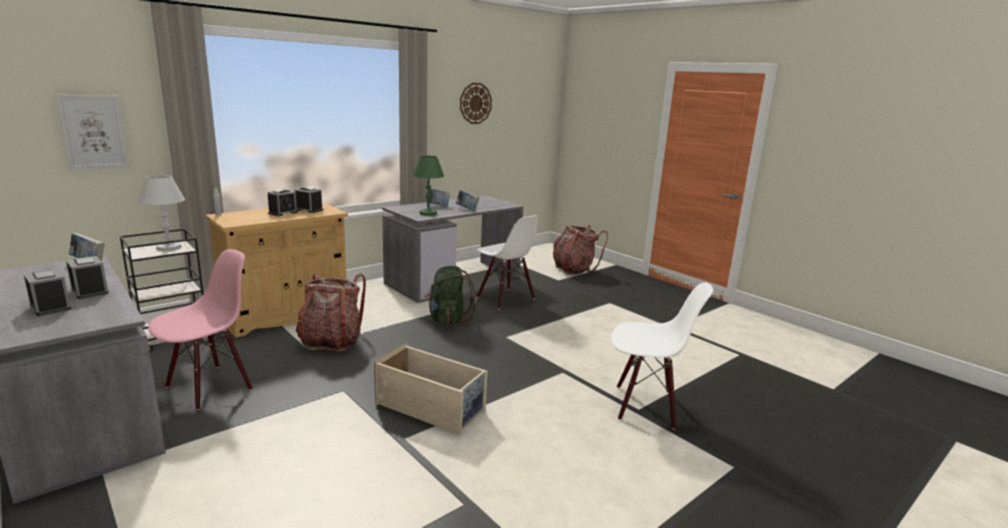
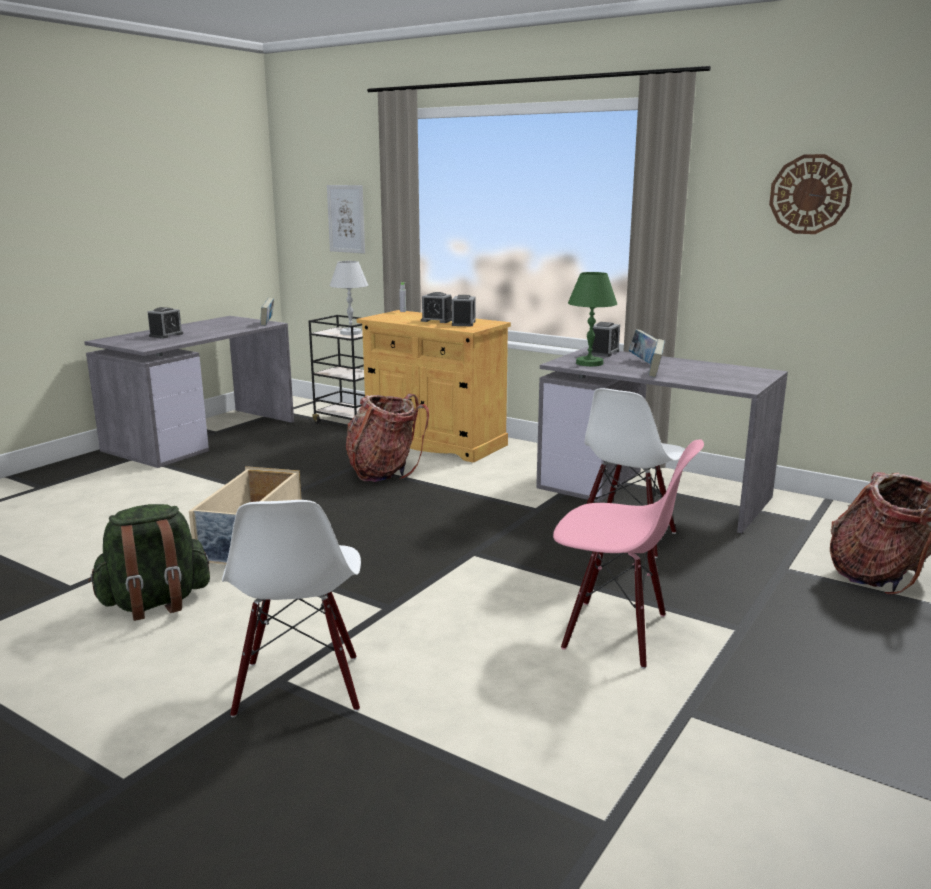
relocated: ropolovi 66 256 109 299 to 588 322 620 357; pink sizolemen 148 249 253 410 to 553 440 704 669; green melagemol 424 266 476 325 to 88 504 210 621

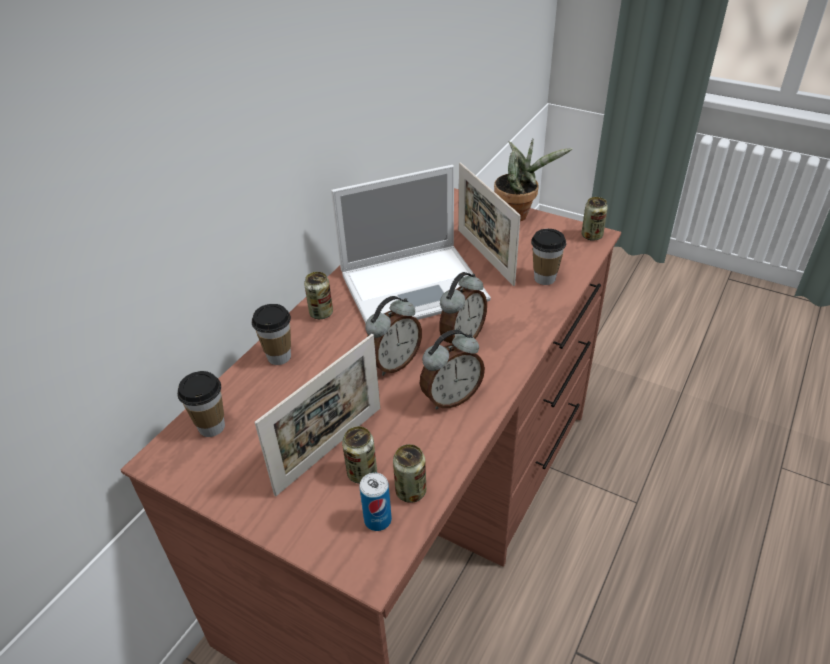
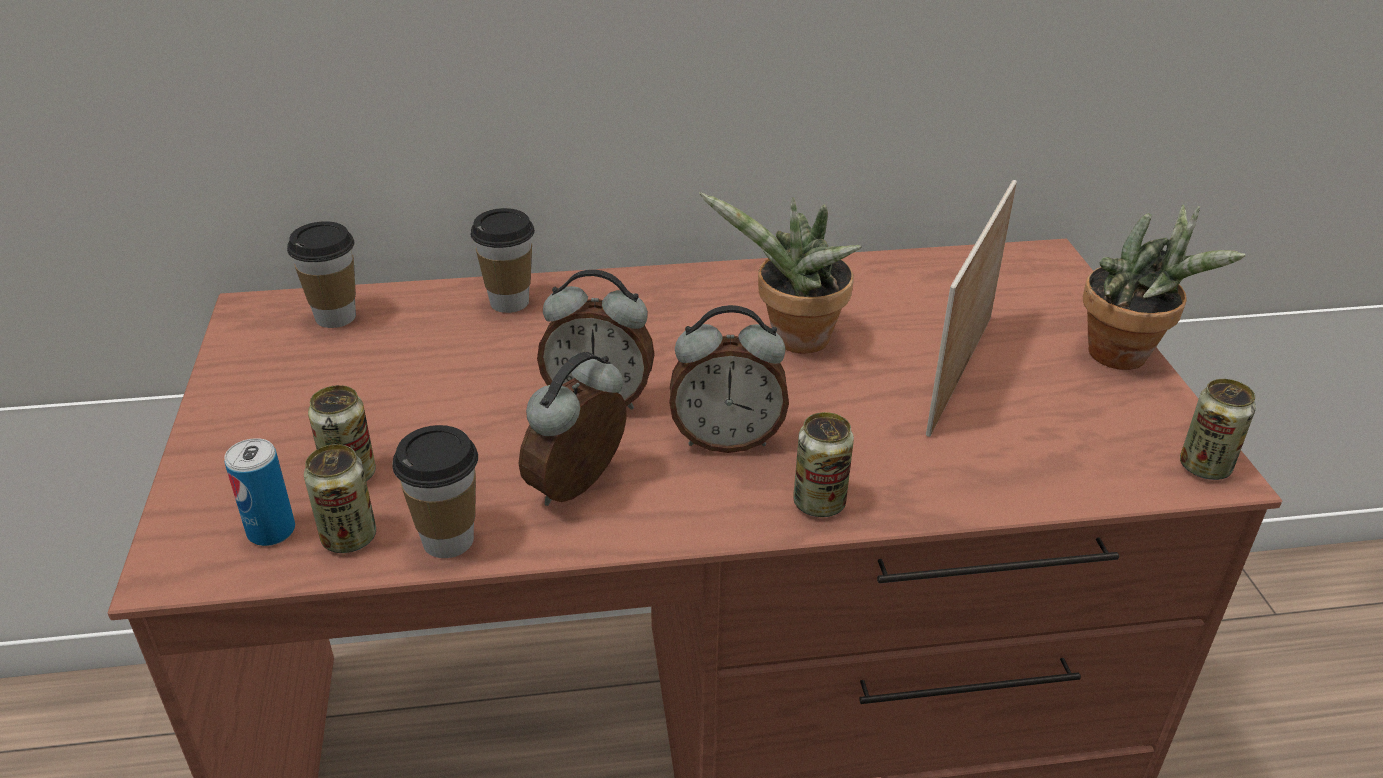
missing: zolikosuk 255 334 380 496
relocated: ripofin 304 272 333 319 to 793 412 854 517; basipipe 531 229 566 285 to 392 425 478 558
exchanged: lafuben 331 165 491 324 to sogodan 699 192 862 354
spun: ropolovi 420 330 485 410 = 518 352 627 506 105 degrees clockwise

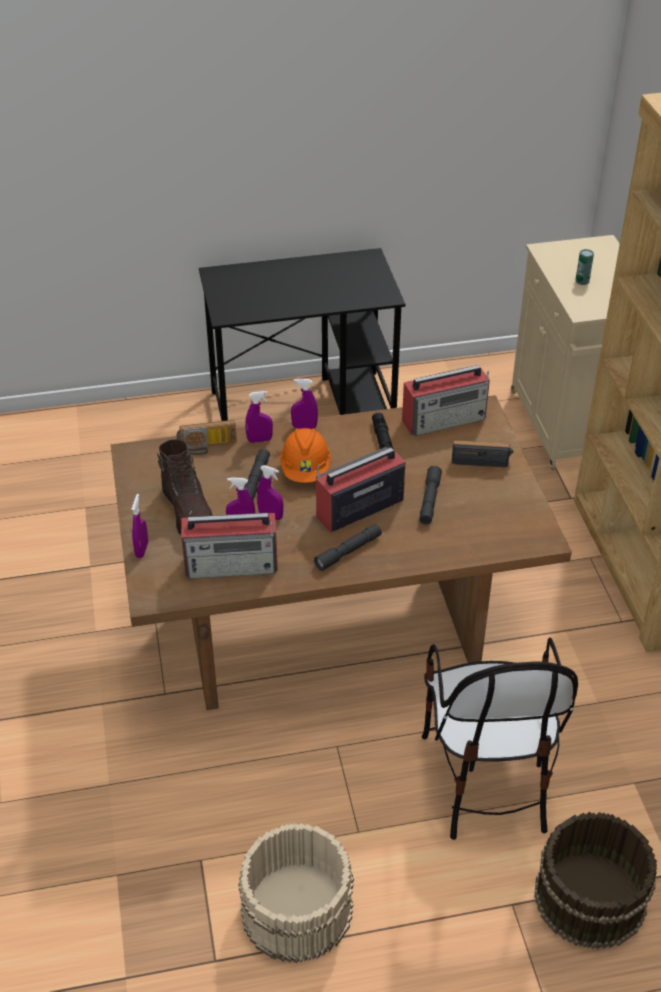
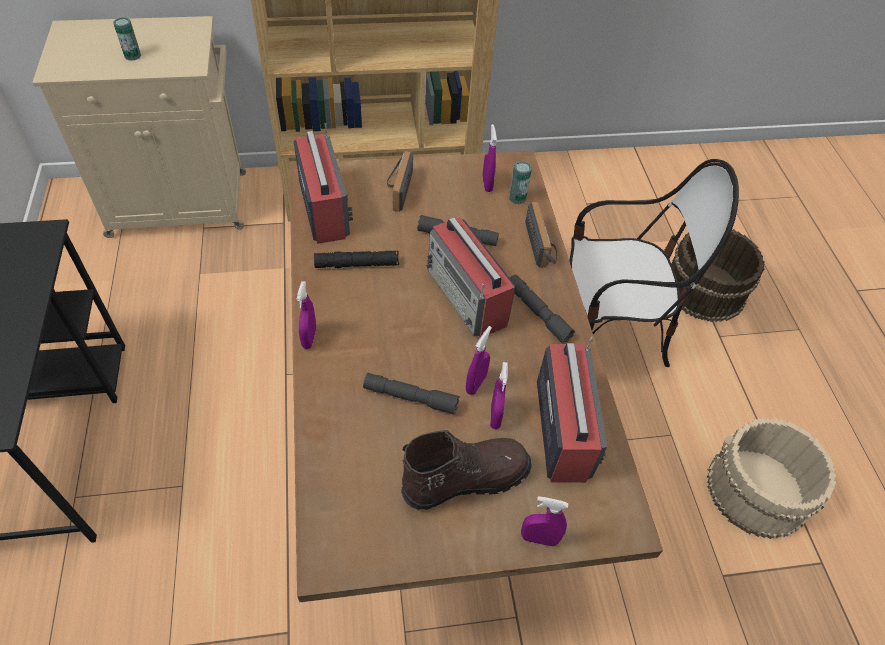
missing: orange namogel 280 428 331 483
appeared: ripofin 509 161 532 204
relocated: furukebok 176 420 237 455 to 525 202 557 267; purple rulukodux 245 391 273 443 to 483 124 497 192

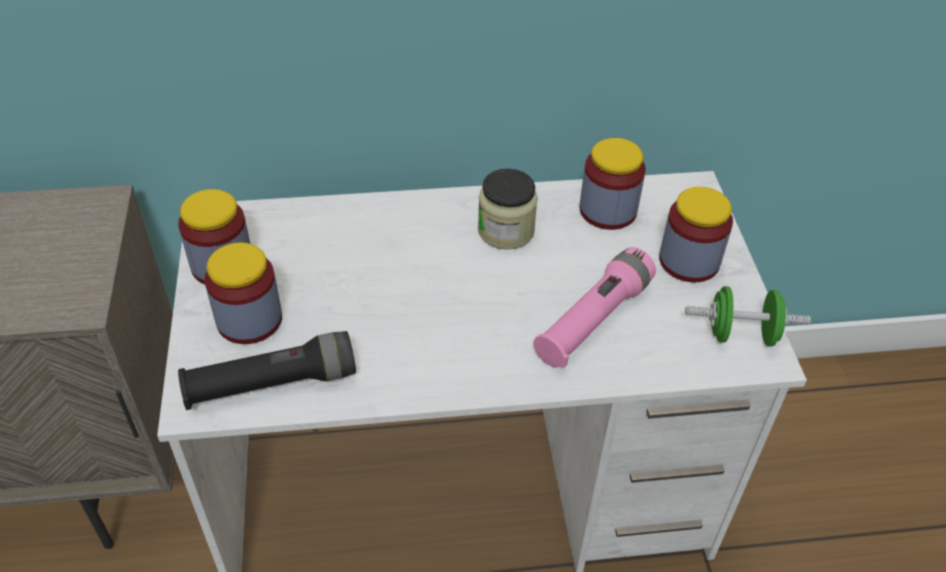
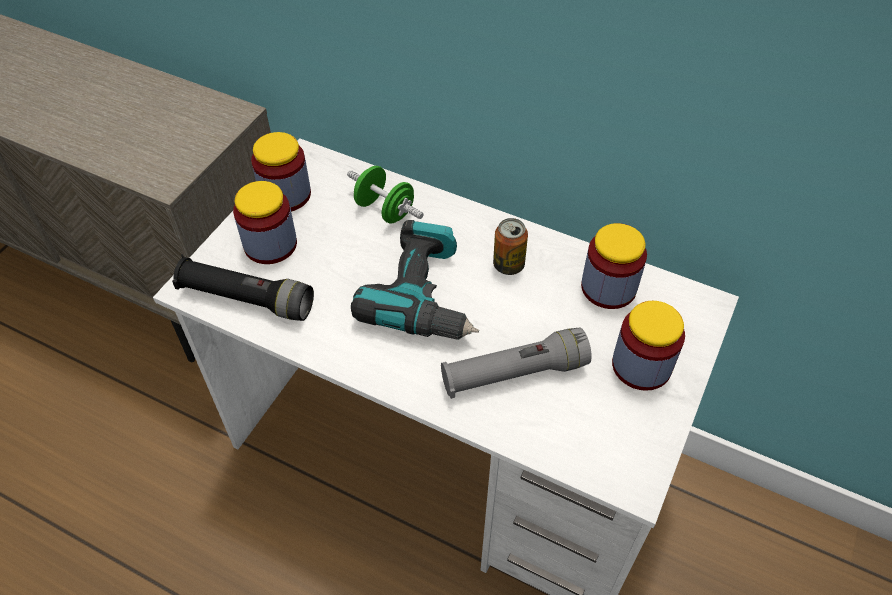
appeared: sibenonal 351 220 479 340
relocated: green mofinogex 685 286 811 347 to 347 166 423 224
exchanged: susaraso 478 169 538 250 to ripofin 493 218 528 275
colour: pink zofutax 533 247 656 367 to grey zofutax 441 328 592 399

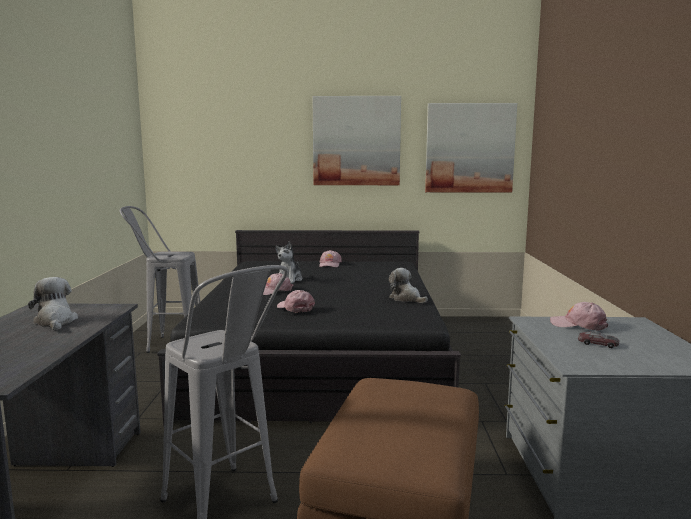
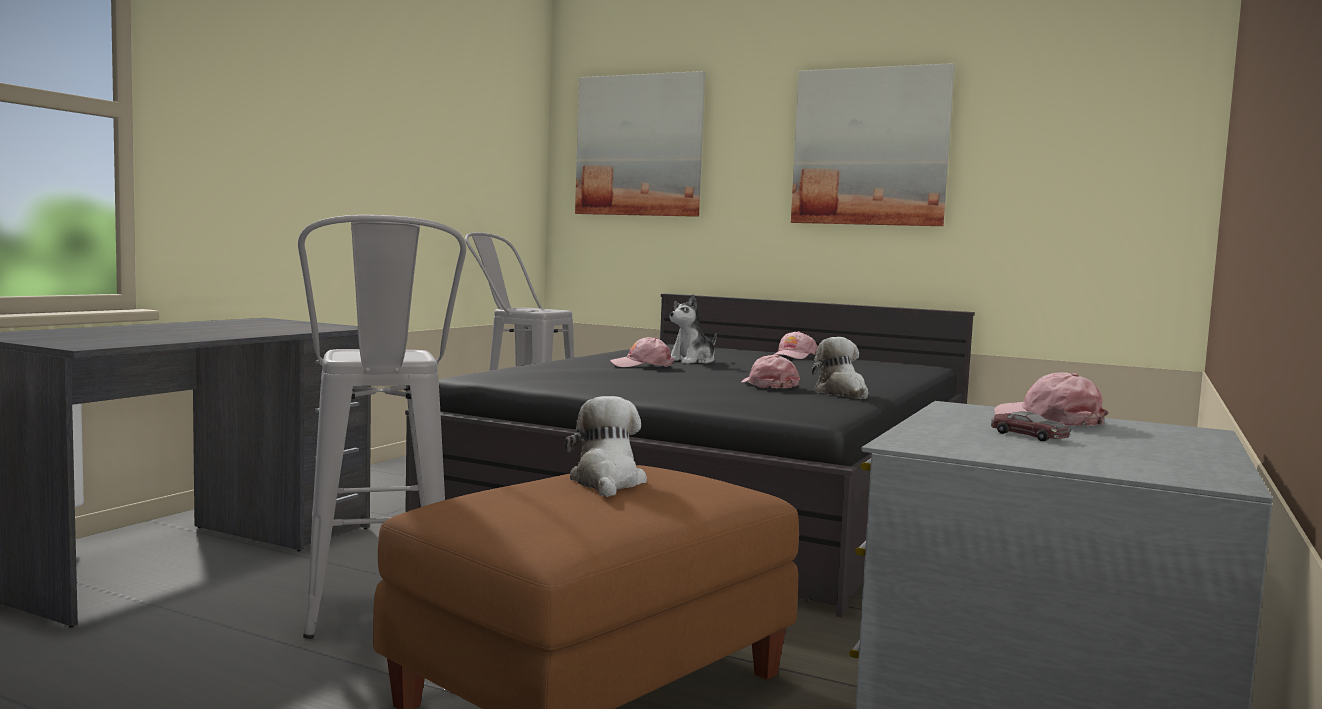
relocated: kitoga 28 277 78 330 to 565 396 647 497; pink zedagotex 277 290 315 313 to 741 355 800 388; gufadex 425 103 517 192 to 575 71 705 217

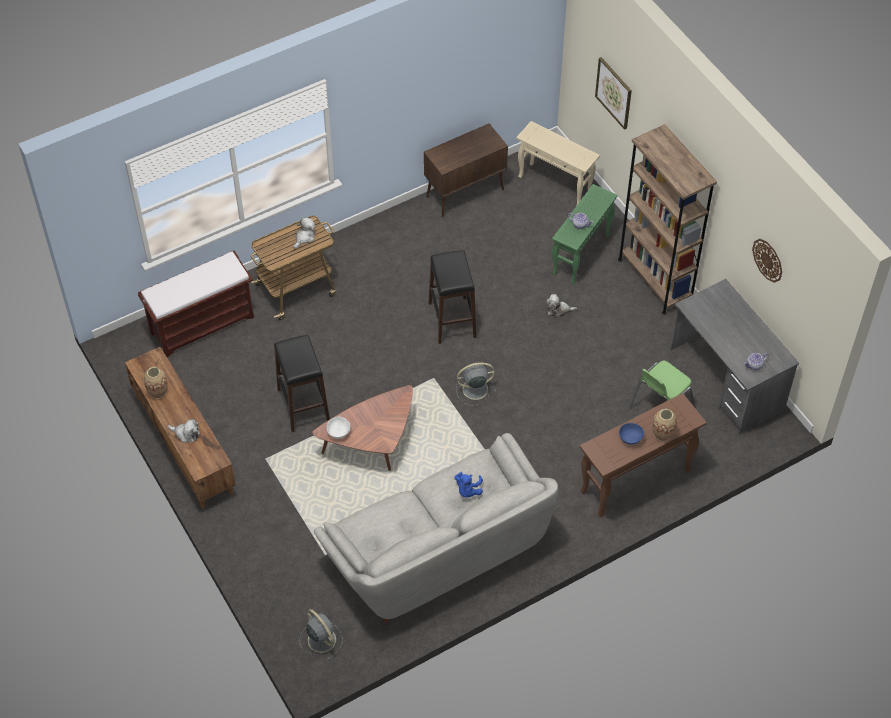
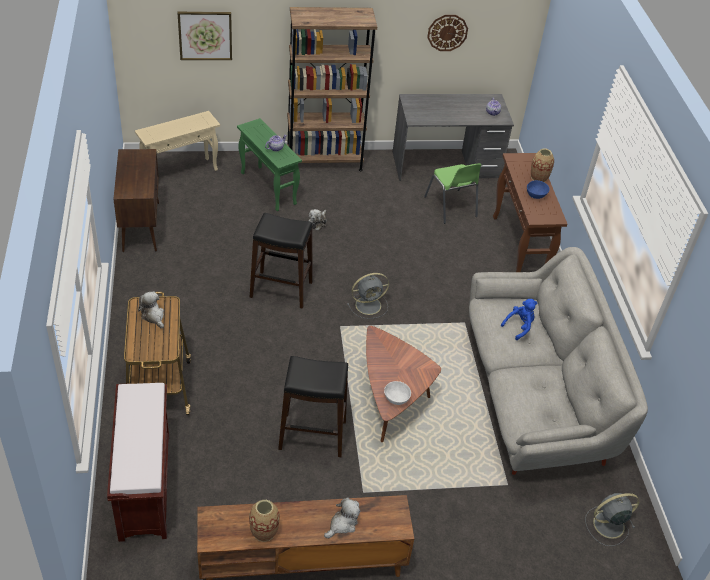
spun: blue kitoga 454 472 483 497 = 501 299 537 340 75 degrees counterclockwise; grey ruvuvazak 456 362 496 406 = 347 273 389 319 120 degrees counterclockwise

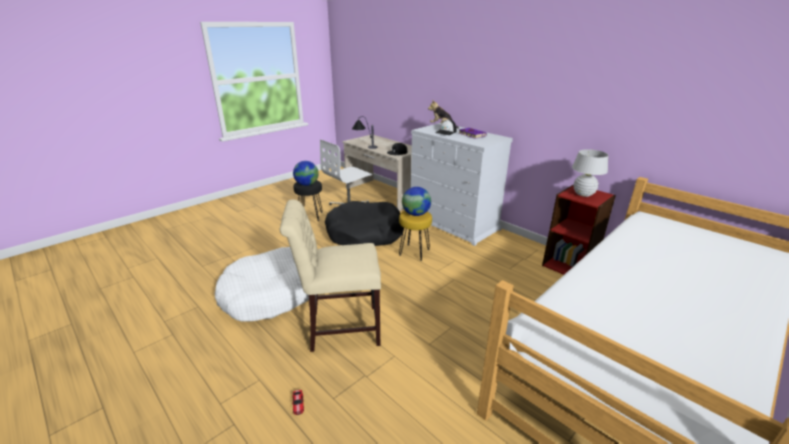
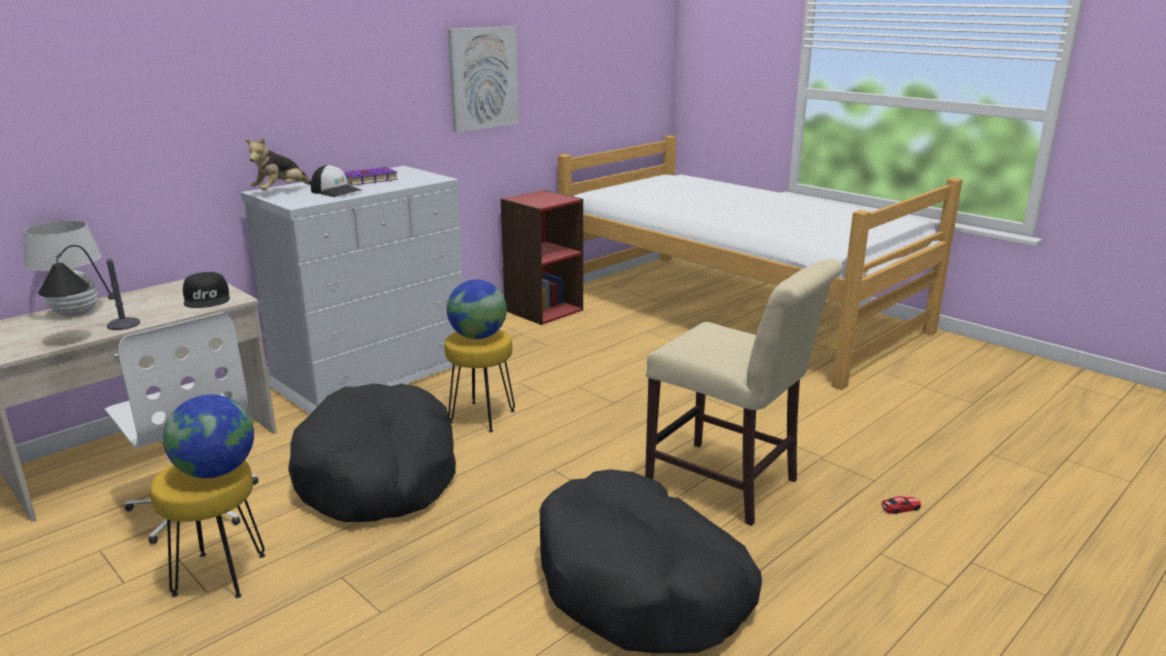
appeared: gufadex 448 26 519 132
relocated: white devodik 572 149 608 197 to 23 220 102 317
colour: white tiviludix 215 247 309 322 to black tiviludix 540 469 762 654; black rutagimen 294 180 323 221 to yellow rutagimen 150 460 266 598
spun: beige sizolemen 280 199 381 352 = 645 259 843 526 45 degrees counterclockwise

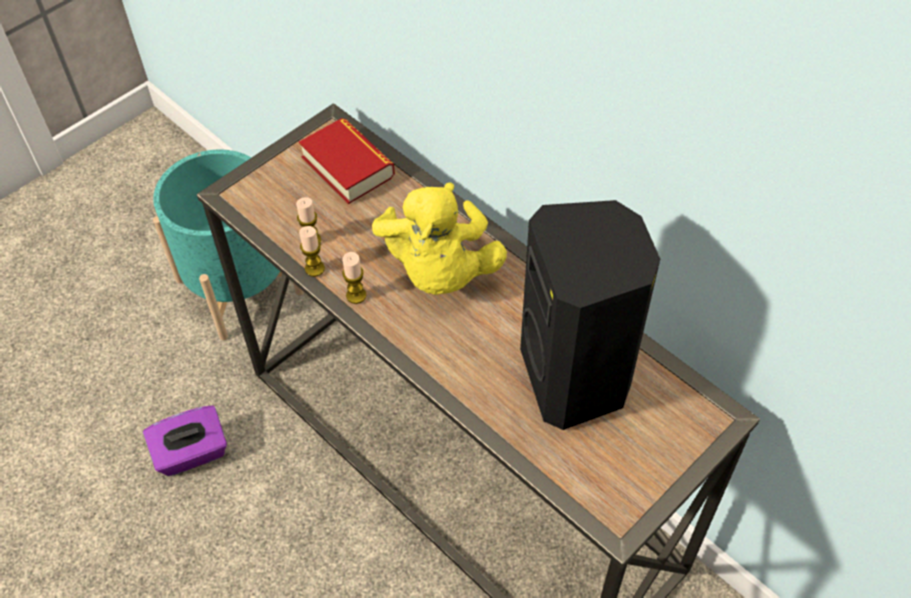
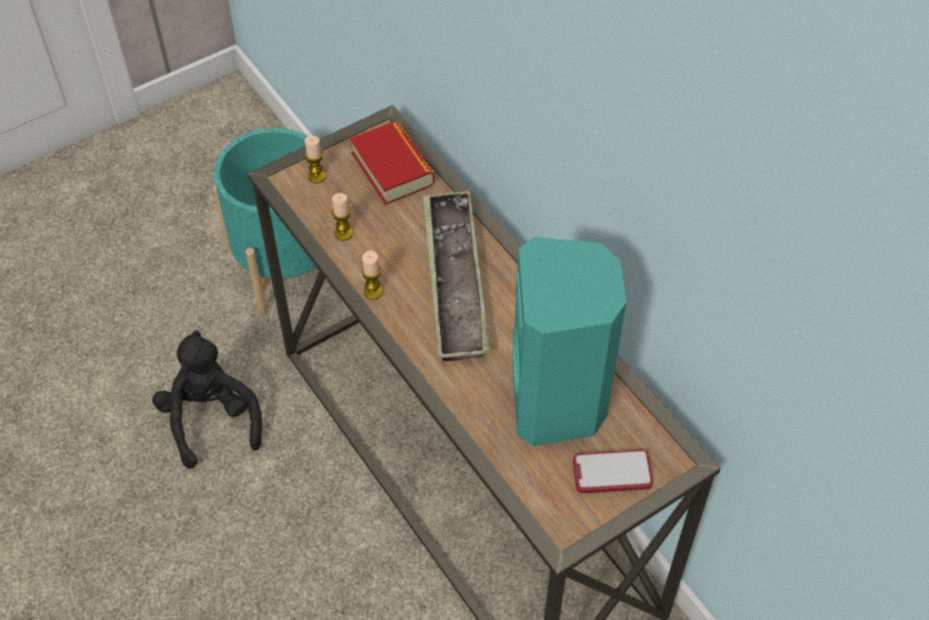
appeared: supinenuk 573 450 653 493
relocated: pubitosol 299 226 325 277 to 305 136 326 183
exchanged: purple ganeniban 143 405 227 476 to black kitoga 152 330 262 469; yellow kitoga 372 183 507 295 to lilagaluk 423 191 490 361
colour: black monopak 520 200 660 430 to turquoise monopak 512 237 626 446

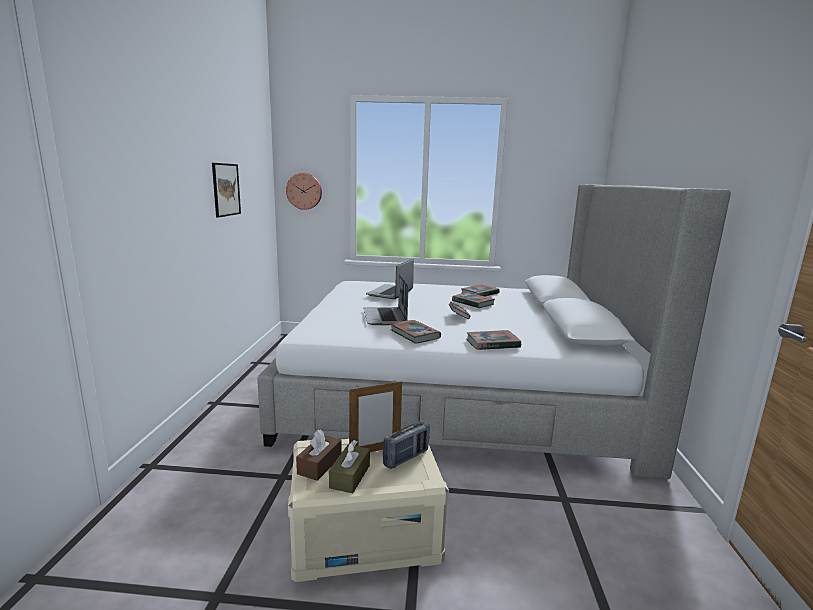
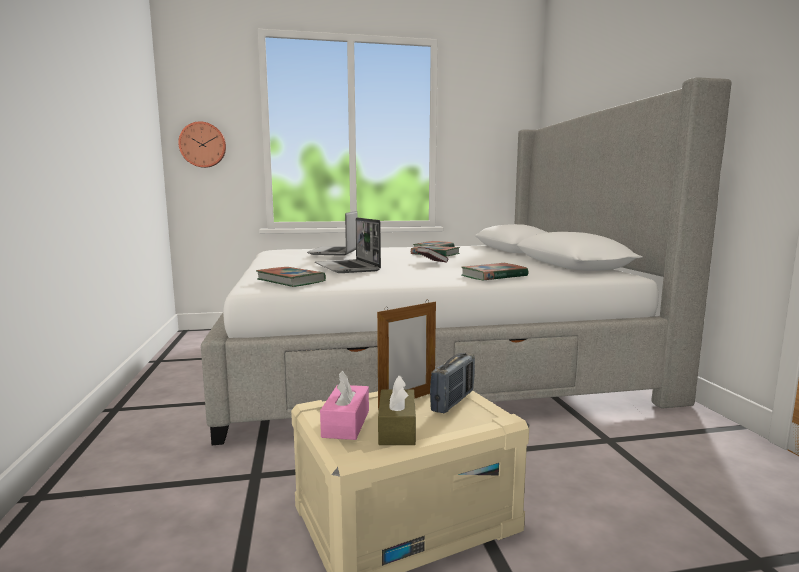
missing: gufadex 212 163 241 218
relocated: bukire 390 320 441 344 to 256 267 326 287
colour: brown ganeniban 296 430 342 481 to pink ganeniban 320 371 369 440

